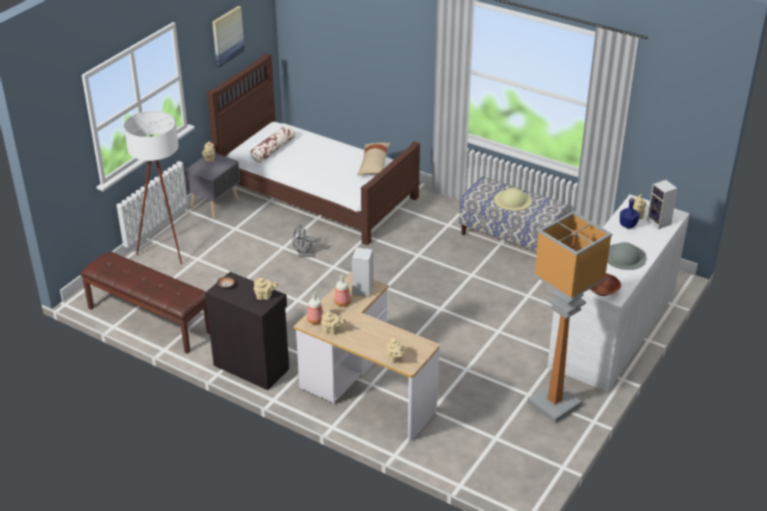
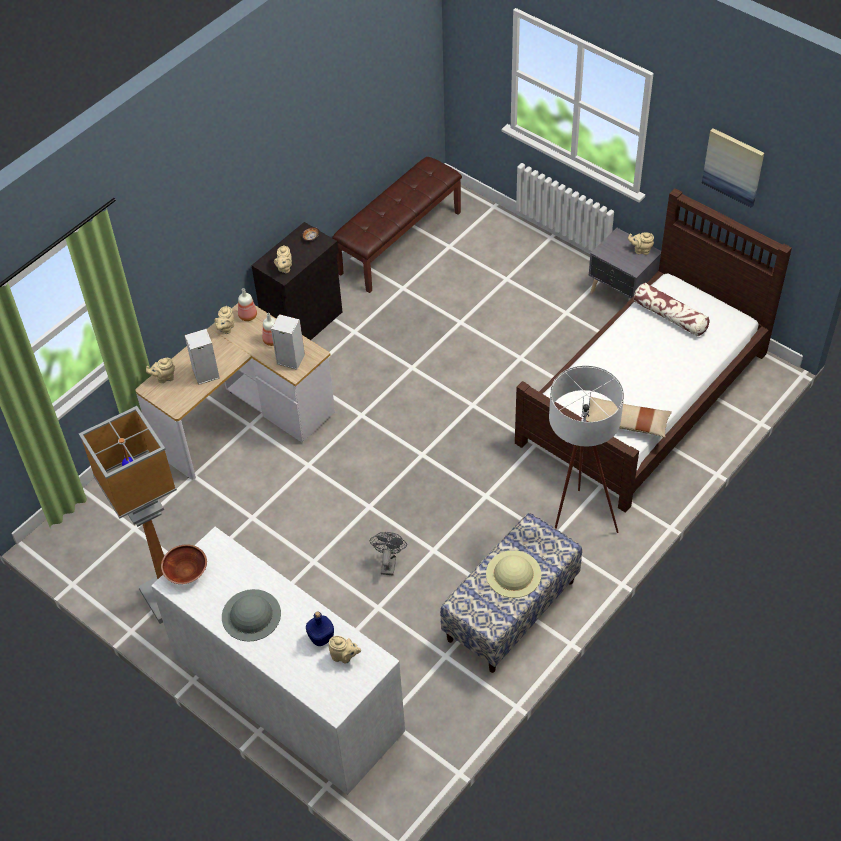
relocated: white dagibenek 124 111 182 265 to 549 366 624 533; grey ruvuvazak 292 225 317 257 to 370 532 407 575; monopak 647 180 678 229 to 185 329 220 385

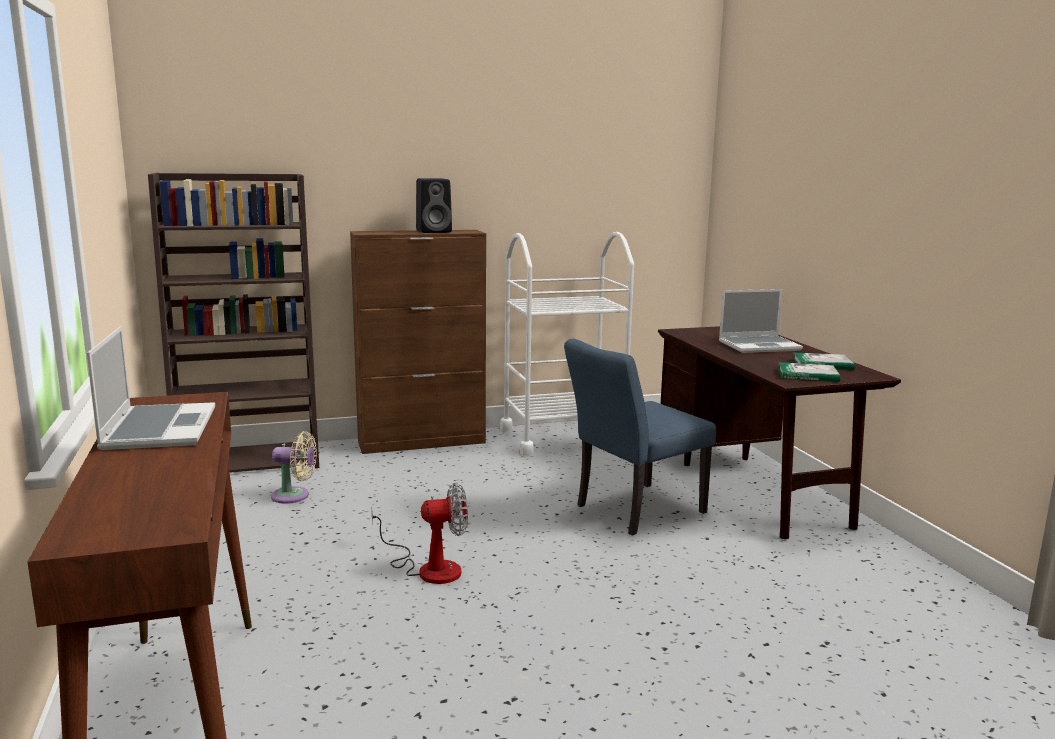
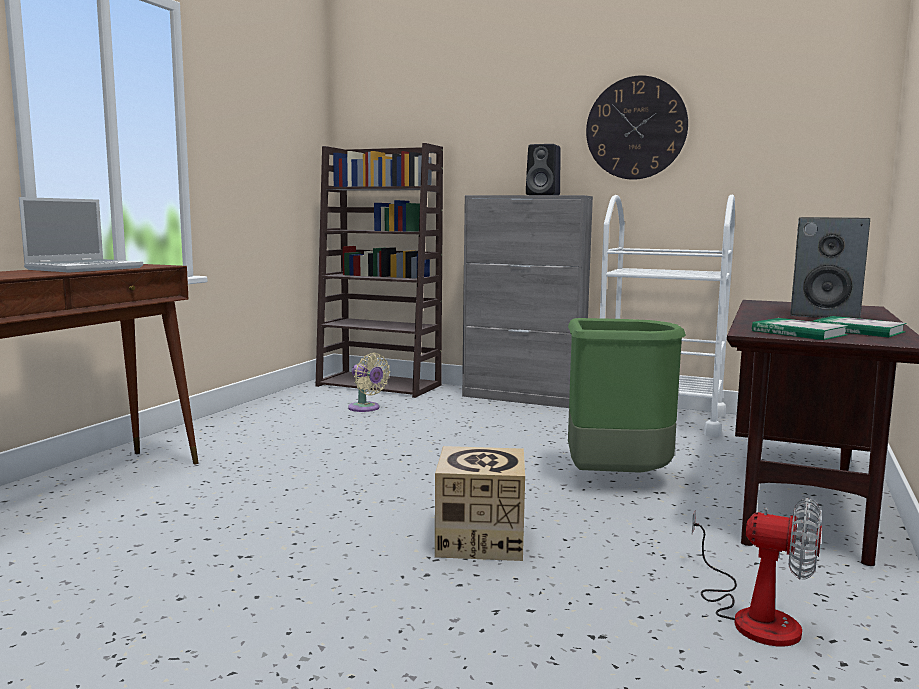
appeared: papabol 435 446 525 561; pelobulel 586 75 688 180
relocated: ruvuvazak 372 483 468 584 to 692 497 822 646
exchanged: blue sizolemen 564 339 716 535 to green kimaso 568 318 686 473; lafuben 719 289 803 353 to monopak 790 217 870 319
colour: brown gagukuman 350 230 486 454 to grey gagukuman 462 195 593 408

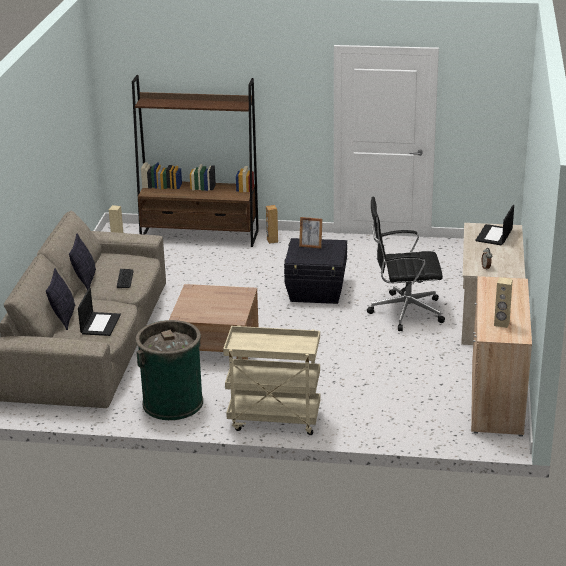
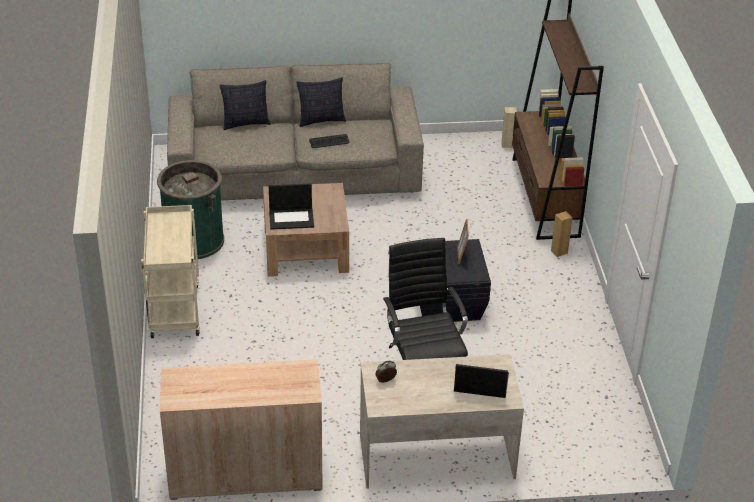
missing: beige monopak 494 277 513 328
relocated: lafuben 78 288 121 336 to 269 184 314 230

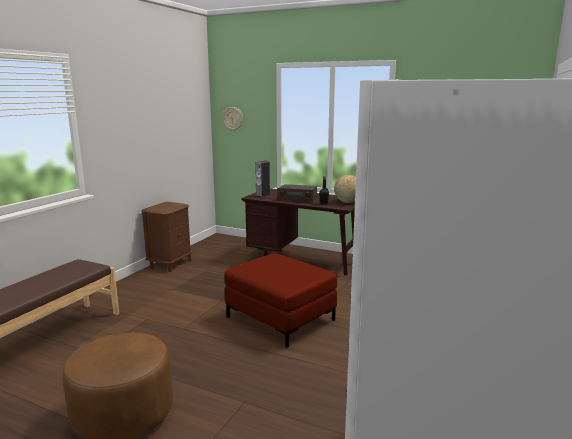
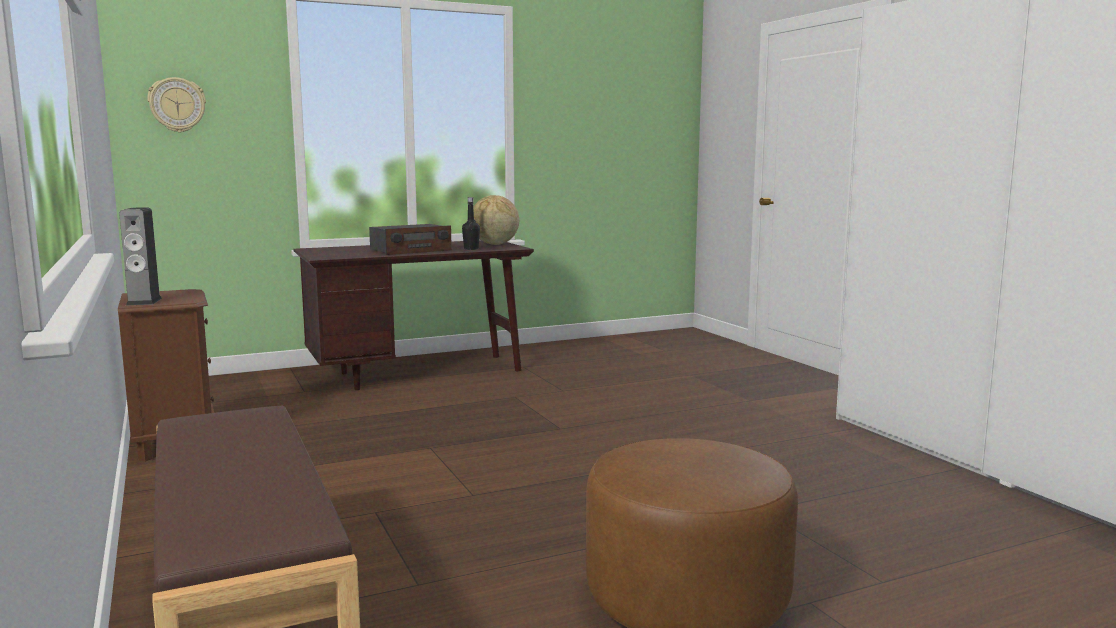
missing: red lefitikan 224 253 337 348
relocated: monopak 255 160 271 198 to 119 207 162 305

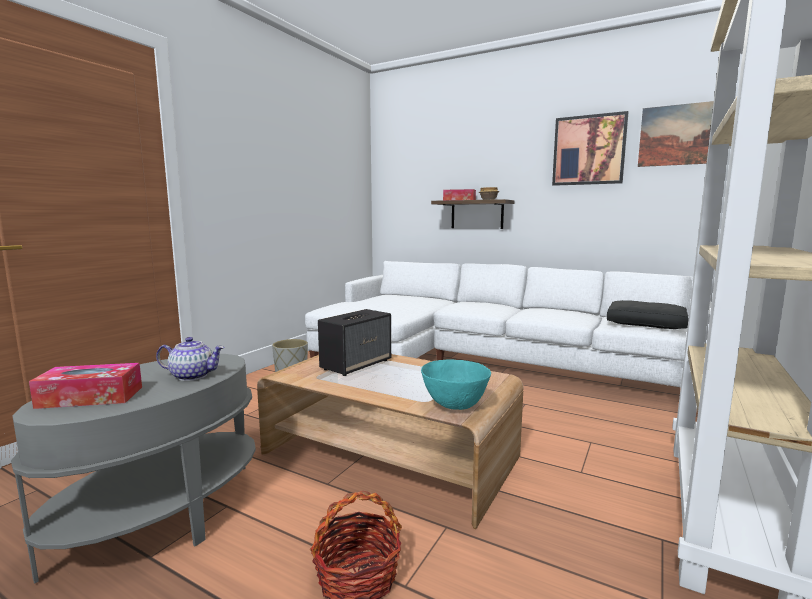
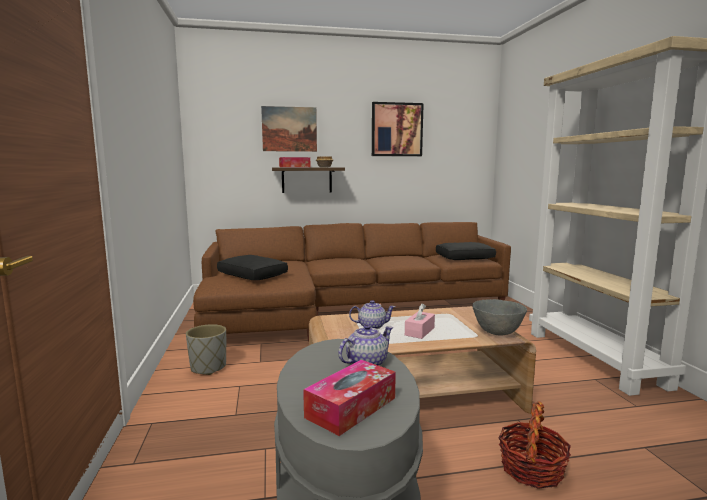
appeared: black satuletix 217 255 288 280; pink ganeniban 405 303 435 339
relocated: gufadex 638 101 714 167 to 261 106 317 152
exchanged: monopak 318 309 391 376 to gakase 349 300 395 329
colour: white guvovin 305 261 712 387 to brown guvovin 193 222 511 342; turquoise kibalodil 421 359 491 410 to grey kibalodil 472 299 527 336

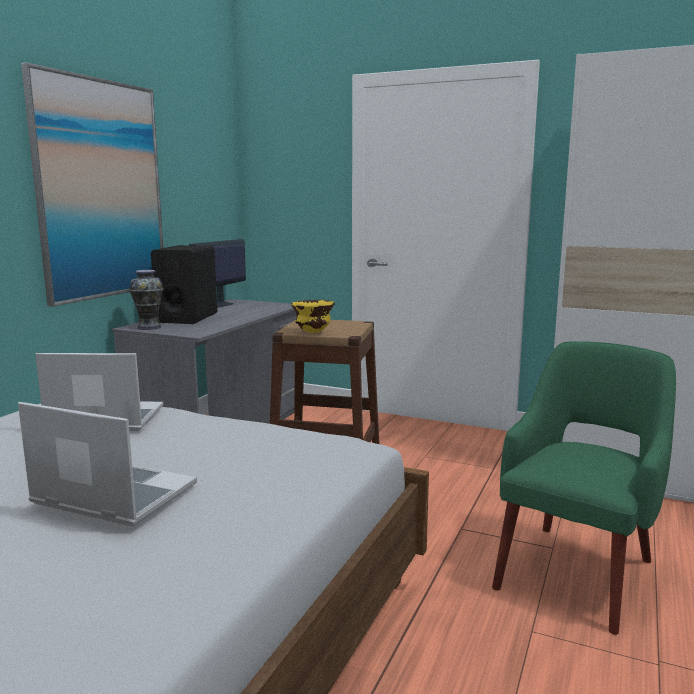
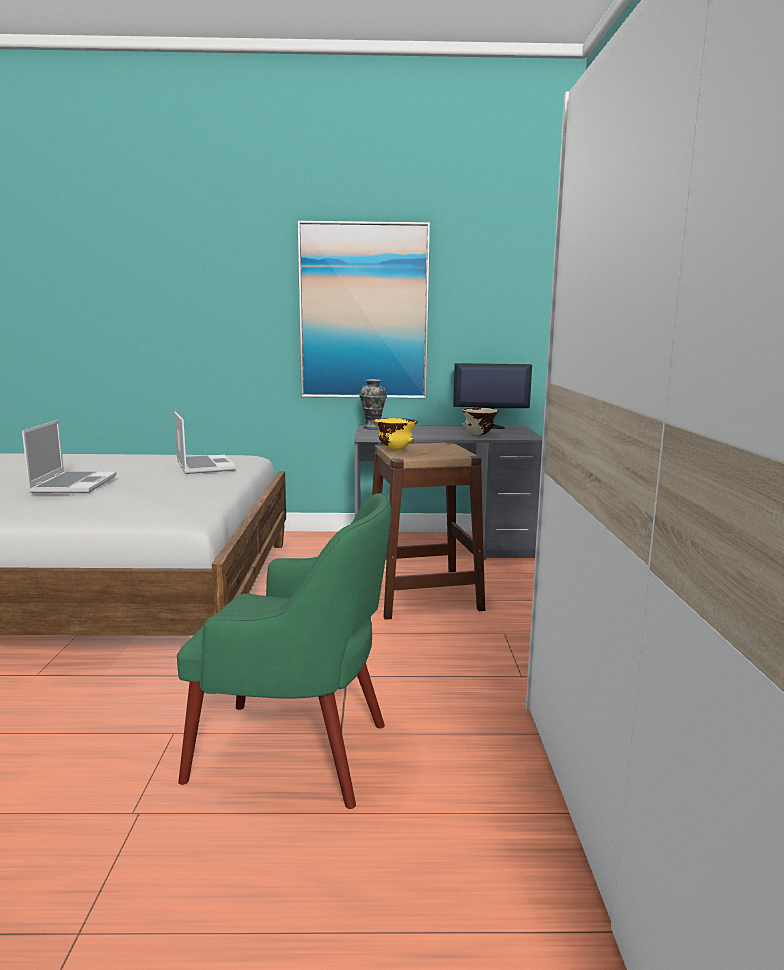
missing: black monopak 151 245 217 324
appeared: beige kibalodil 462 408 498 435

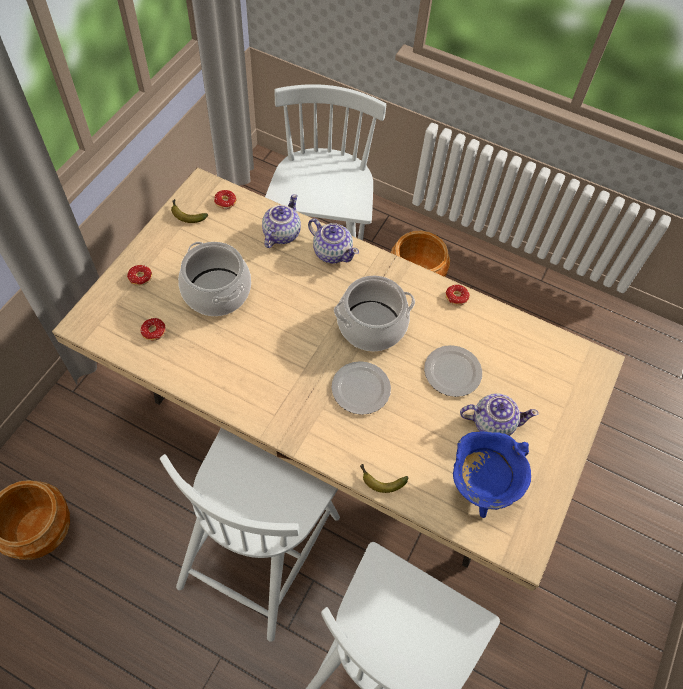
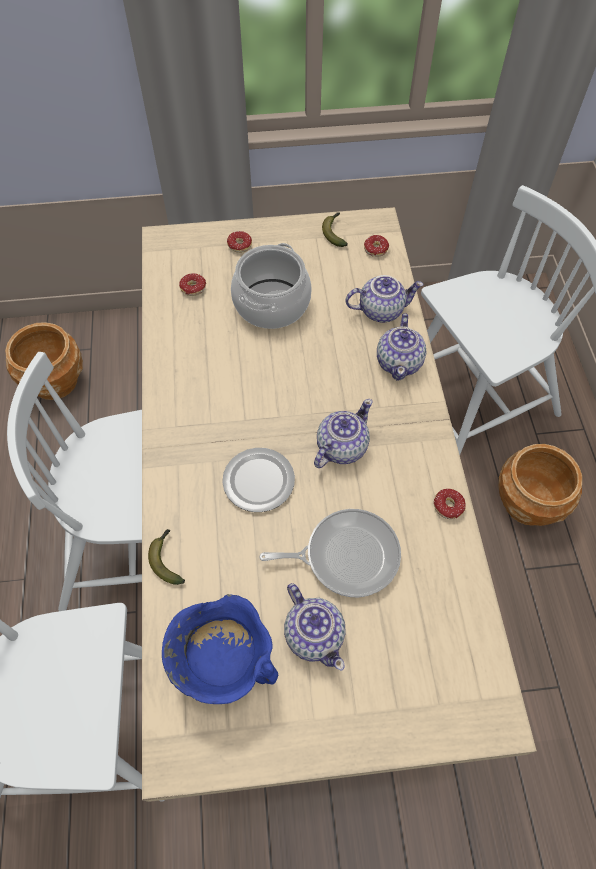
exchanged: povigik 334 276 415 351 to gakase 314 399 372 468; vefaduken 424 345 482 397 to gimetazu 259 509 401 597

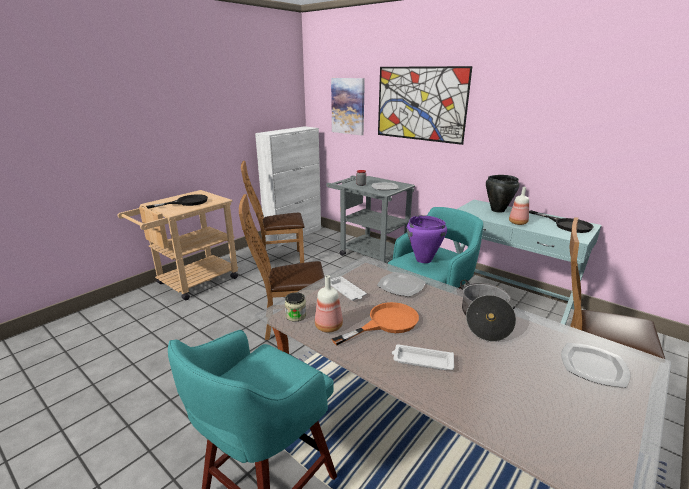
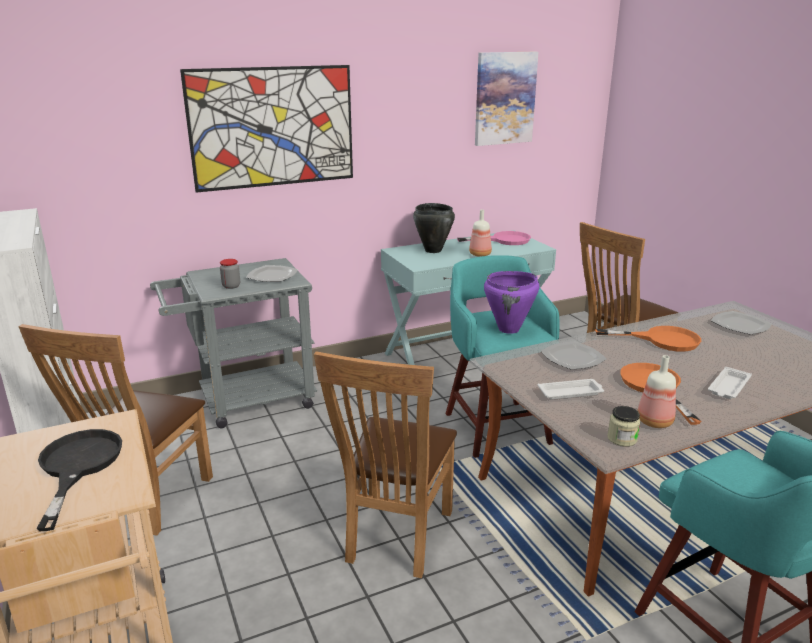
relocated: gufadex 331 78 365 136 to 475 52 538 146
exchanged: povigik 460 279 516 342 to orange gimetazu 595 326 701 352
colour: black gimetazu 529 210 593 233 to pink gimetazu 457 231 531 245

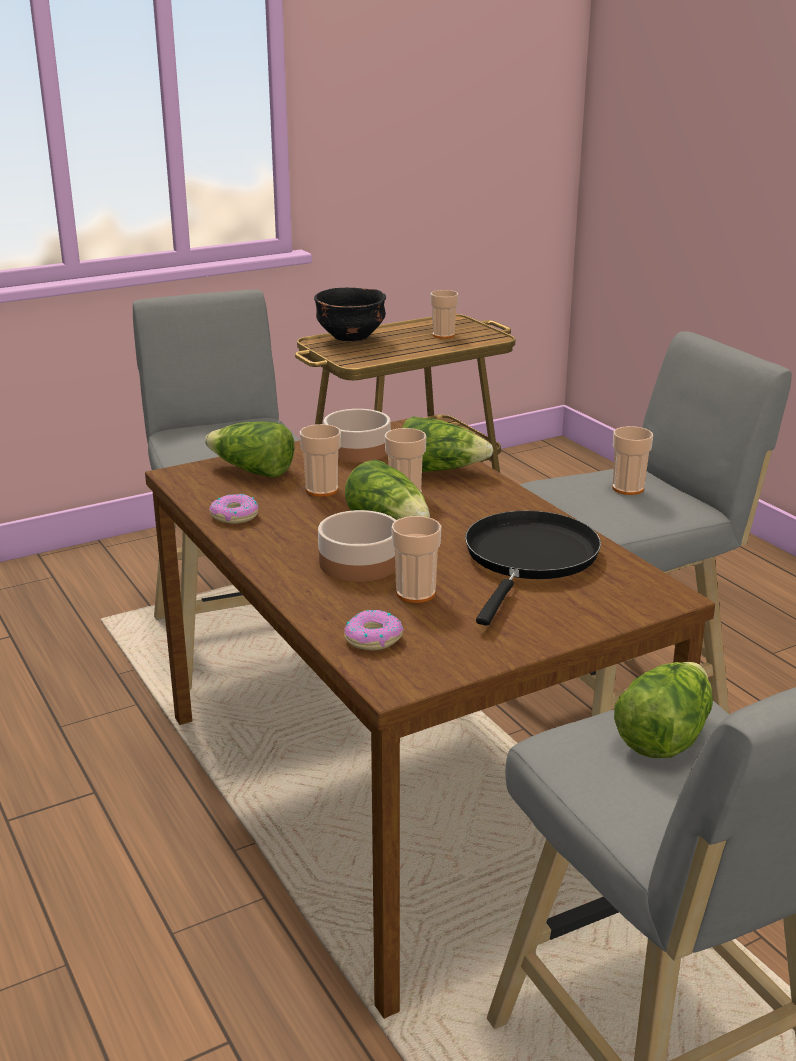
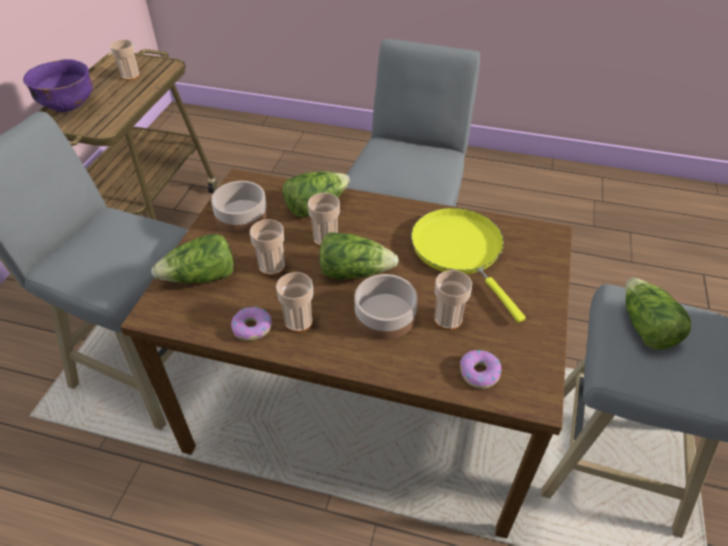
relocated: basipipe 613 426 653 495 to 276 272 313 332
colour: black kibalodil 314 288 386 341 to purple kibalodil 23 59 93 112; black gimetazu 465 511 601 625 to yellow gimetazu 411 208 525 322

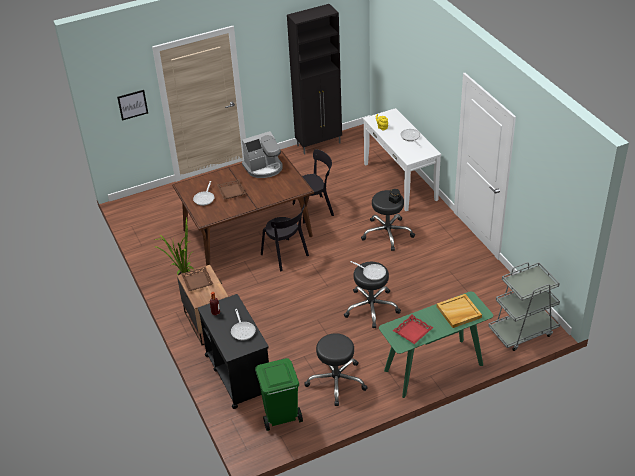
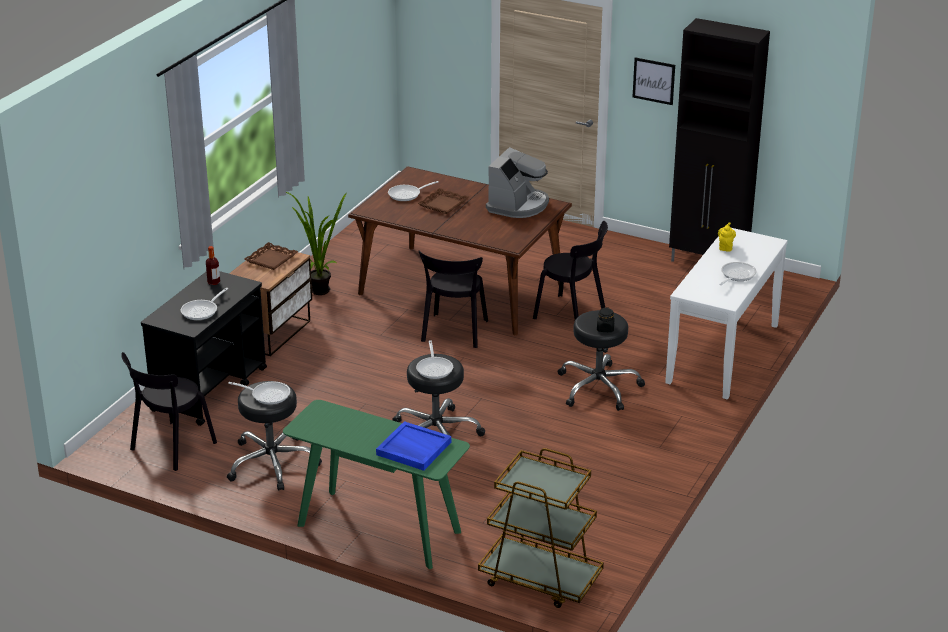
missing: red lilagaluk 393 315 434 344
appeared: gimetazu 228 382 290 405
relocated: gufadex 117 90 148 121 to 633 57 675 105
exchanged: green kimaso 255 358 303 431 to black sizolemen 121 352 217 471
colour: beige lilagaluk 437 294 482 328 to blue lilagaluk 376 421 451 471; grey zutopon 488 262 560 351 to brown zutopon 478 448 604 608
spun: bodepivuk 242 131 282 178 = 486 147 549 218 90 degrees counterclockwise

